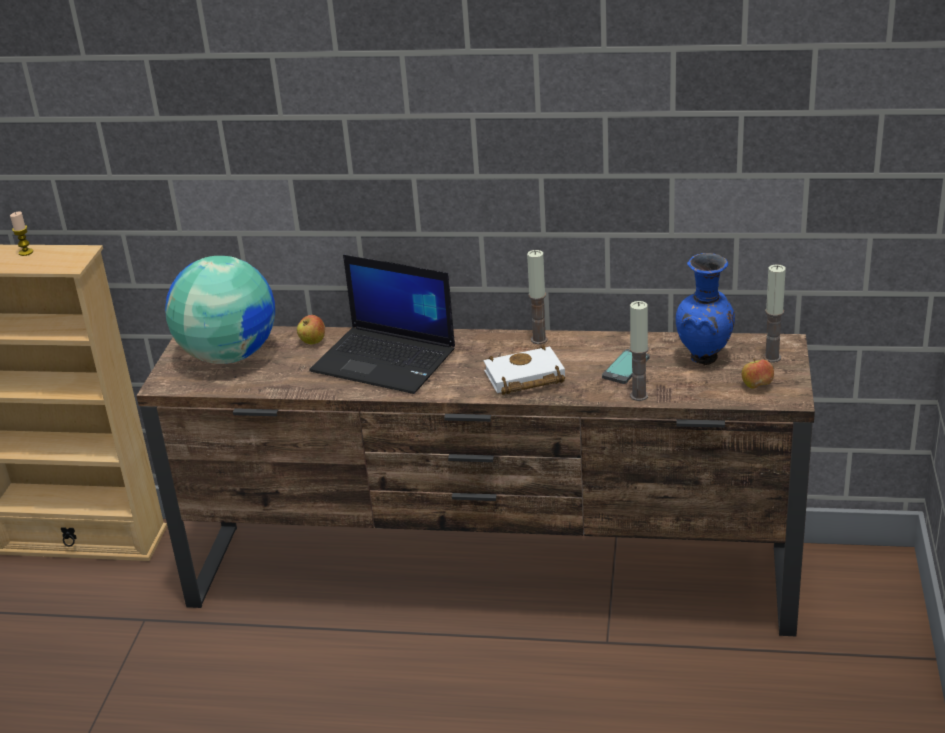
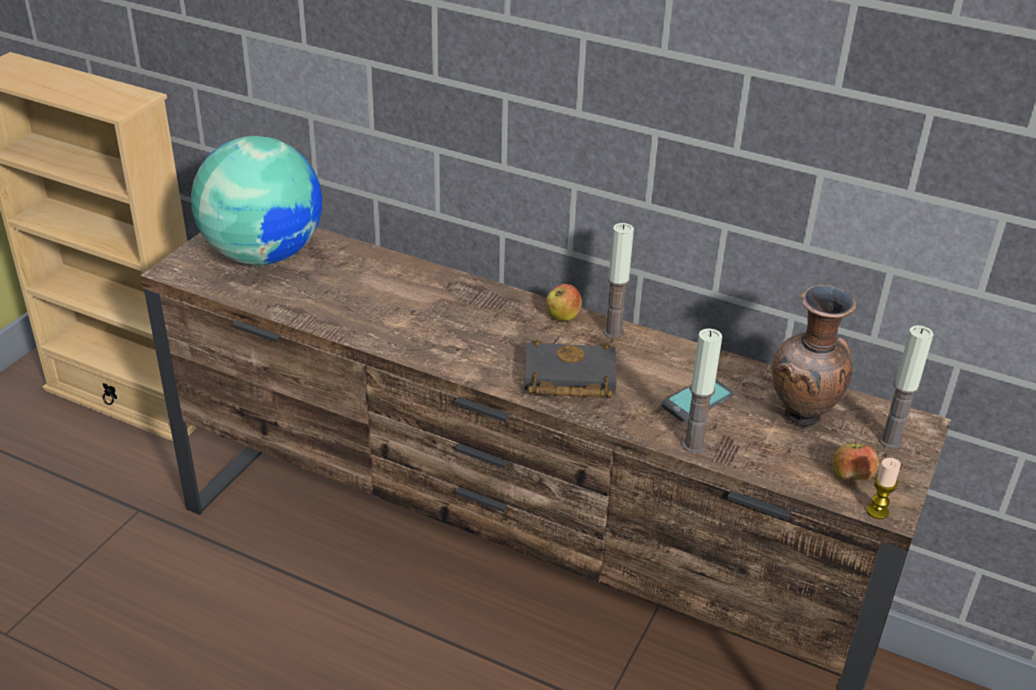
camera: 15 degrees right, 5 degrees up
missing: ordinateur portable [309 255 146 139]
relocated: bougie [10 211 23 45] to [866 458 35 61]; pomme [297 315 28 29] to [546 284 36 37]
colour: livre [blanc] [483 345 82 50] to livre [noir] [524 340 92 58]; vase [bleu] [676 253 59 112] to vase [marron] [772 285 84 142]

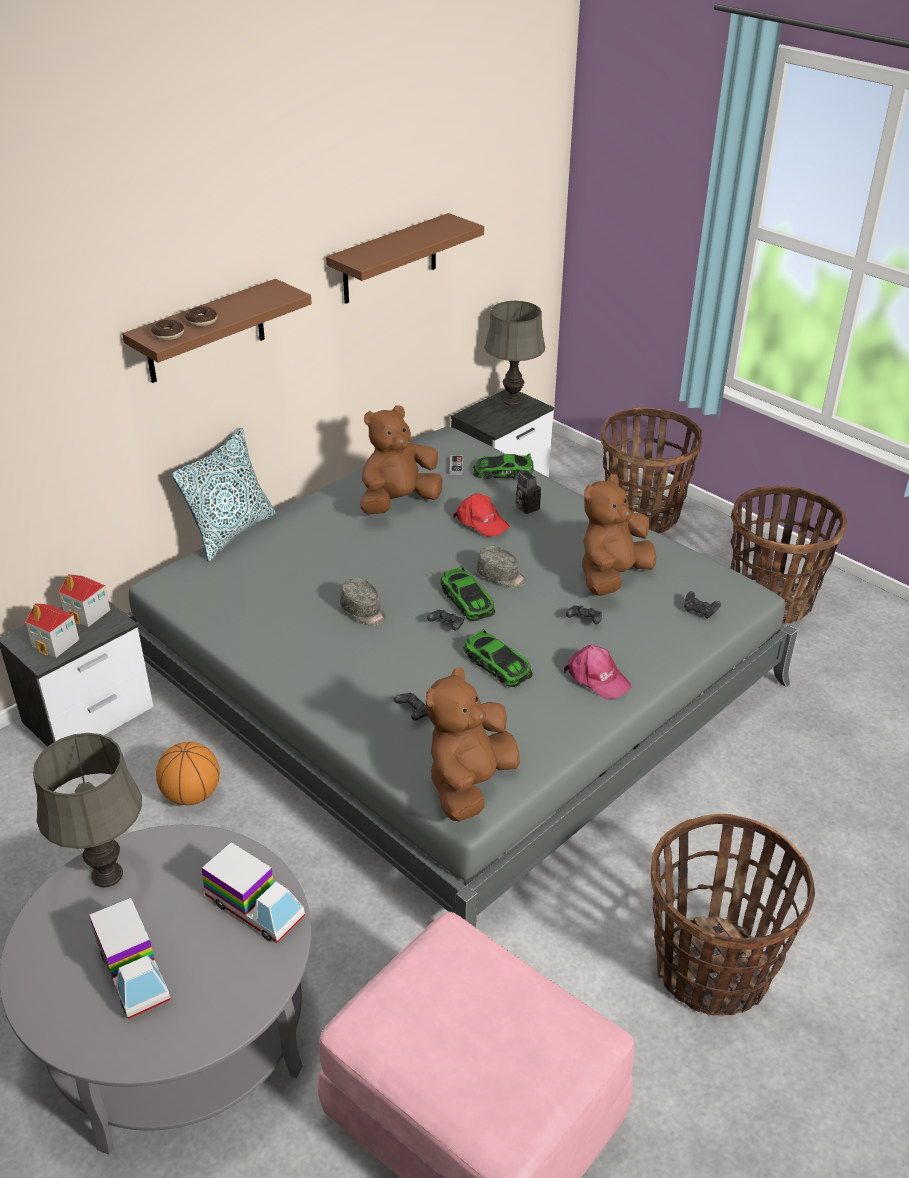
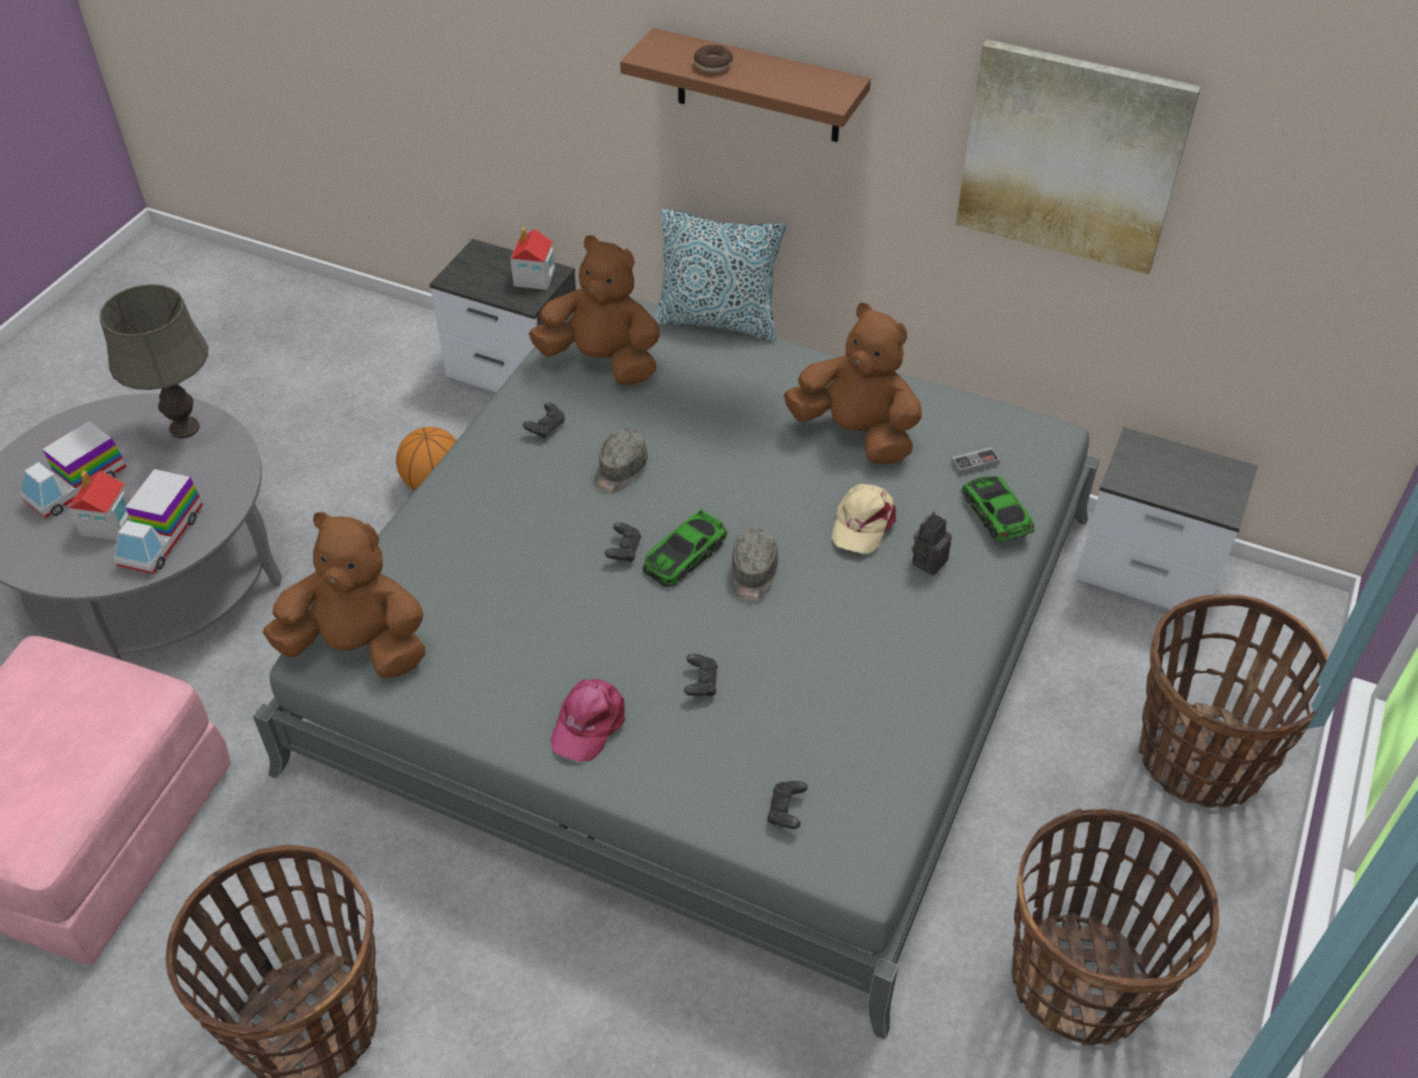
camera: 70 degrees right, 10 degrees up
missing: beignet [151 320 33 20]; petite voiture [464 630 69 57]; lampe de table [gris] [484 301 61 105]
relocated: maison miniature [25 603 54 55] to [68 470 63 71]; manette [noir] [394 693 34 28] to [523 402 42 37]; peluche [marron] [582 474 74 122] to [529 235 131 151]
exchanged: étagère [marron] [326 213 158 91] to tableau [956 39 245 235]
colour: casquette [rouge] [453 493 57 44] to casquette [beige] [832 484 64 69]

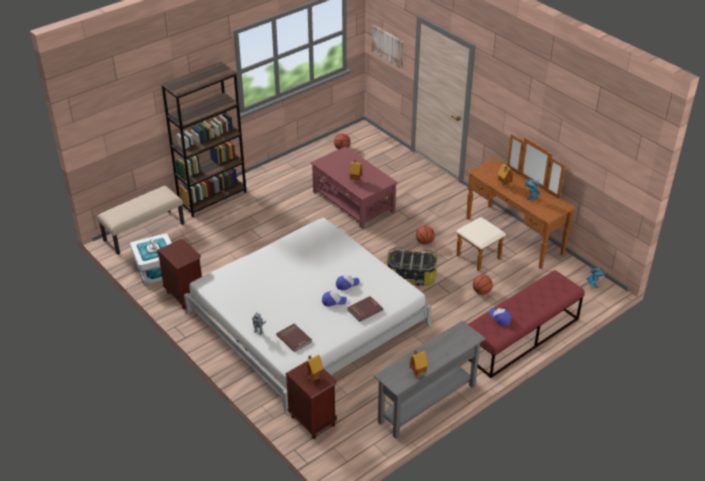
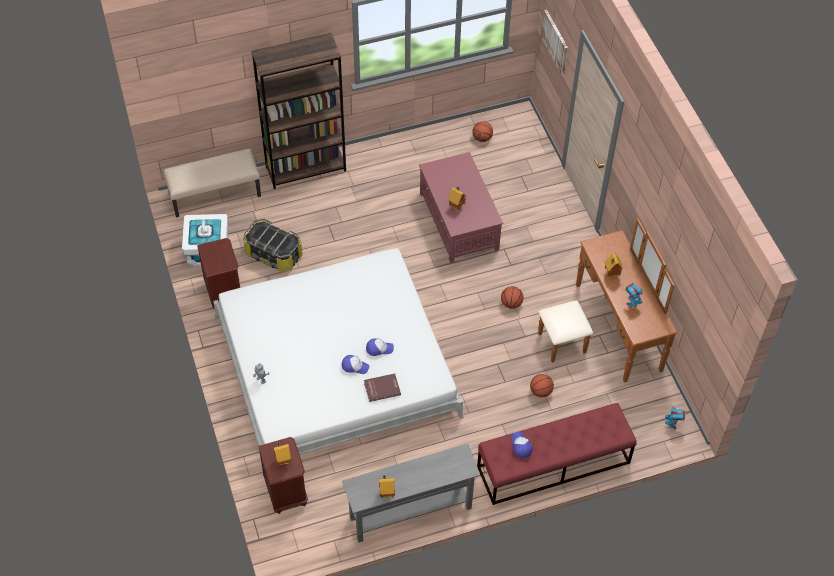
camera: 20 degrees right, 15 degrees up
missing: livre [rouge] [276 324 36 28]
relocated: boîte de rangement [386 247 51 39] to [243 219 60 53]

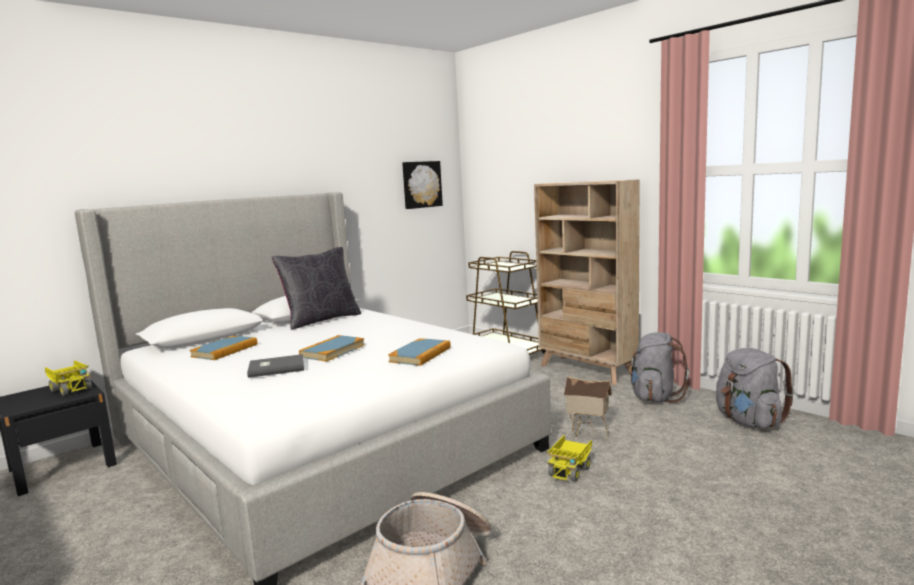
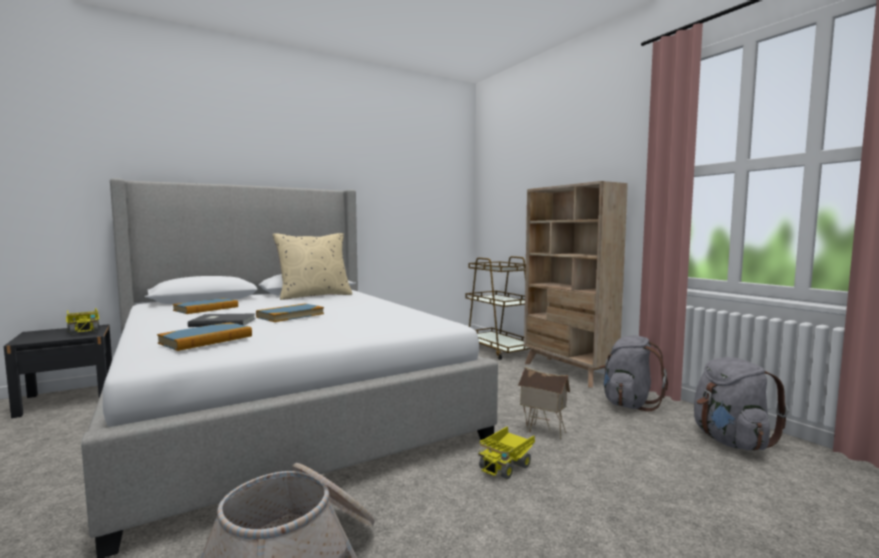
camera: 10 degrees right, 5 degrees down
missing: tableau [402 161 41 48]
relocated: livre [388 338 63 28] to [157 322 95 29]
colour: coussin [noir] [272 247 89 83] to coussin [beige] [273 233 79 67]

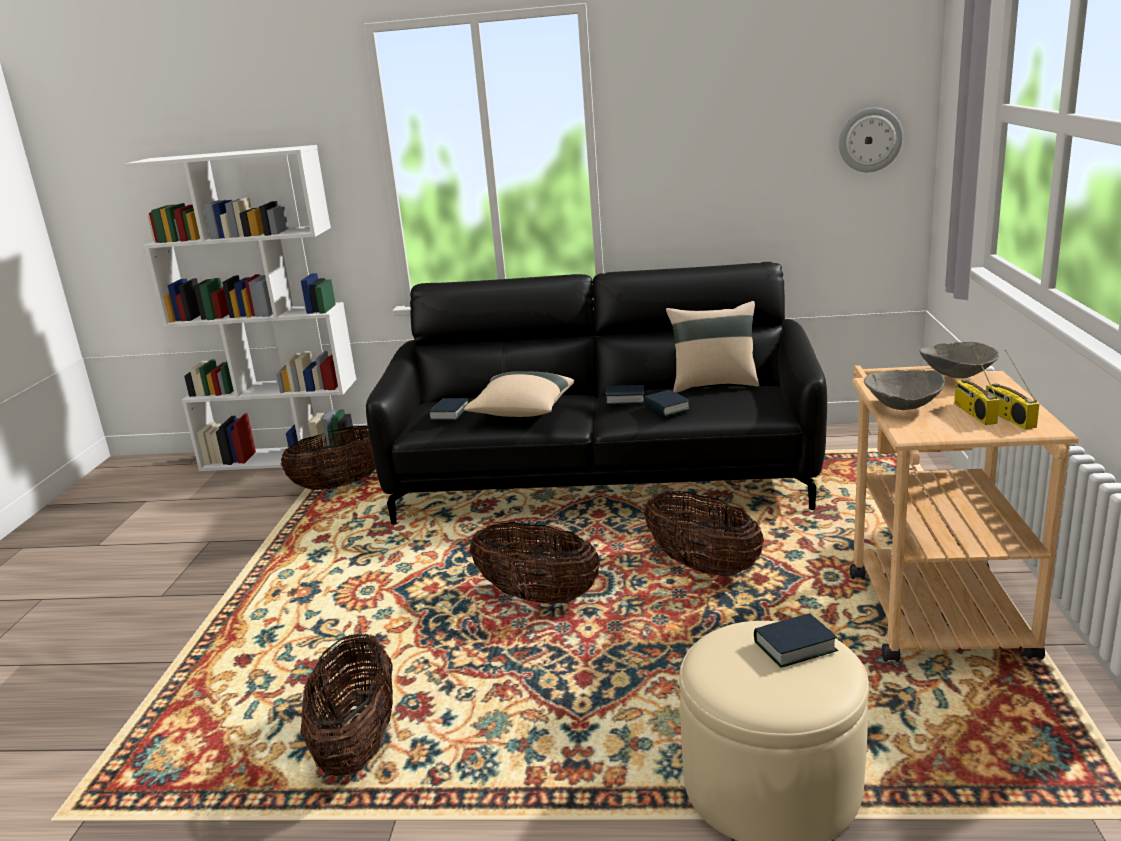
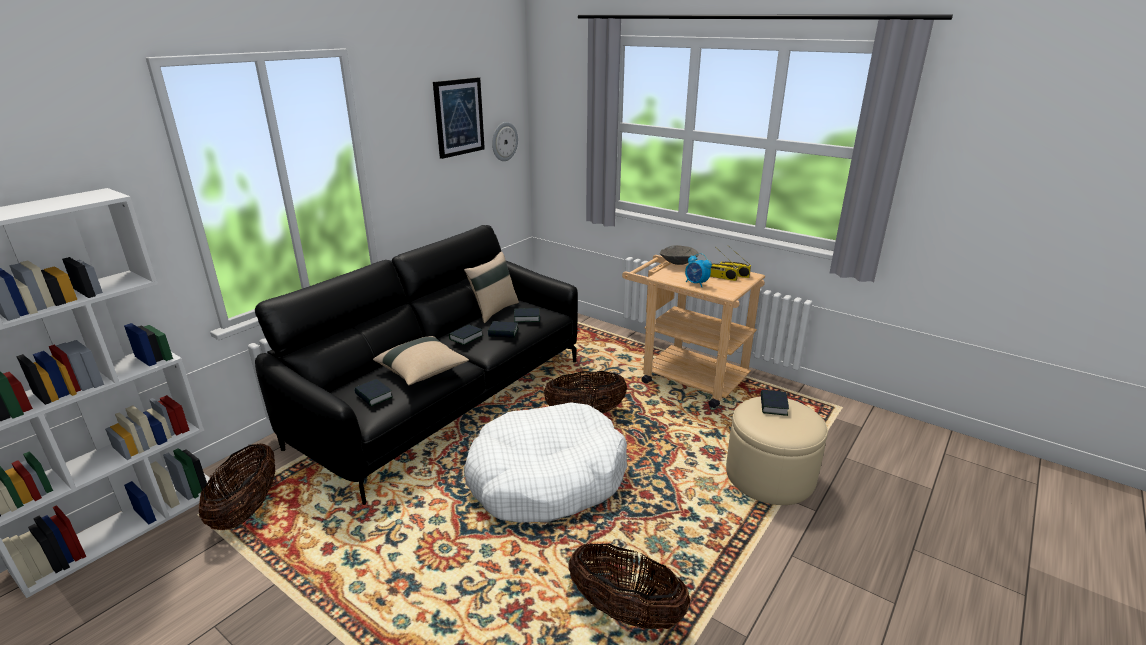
camera: 60 degrees left, 5 degrees up
appeared: tableau [433 77 52 82]; livre [514 308 26 14]
exchanged: panier [469 522 131 81] to panier pour chien [blanc] [464 402 163 121]; bol [gris] [864 370 81 40] to réveil [685 253 27 34]

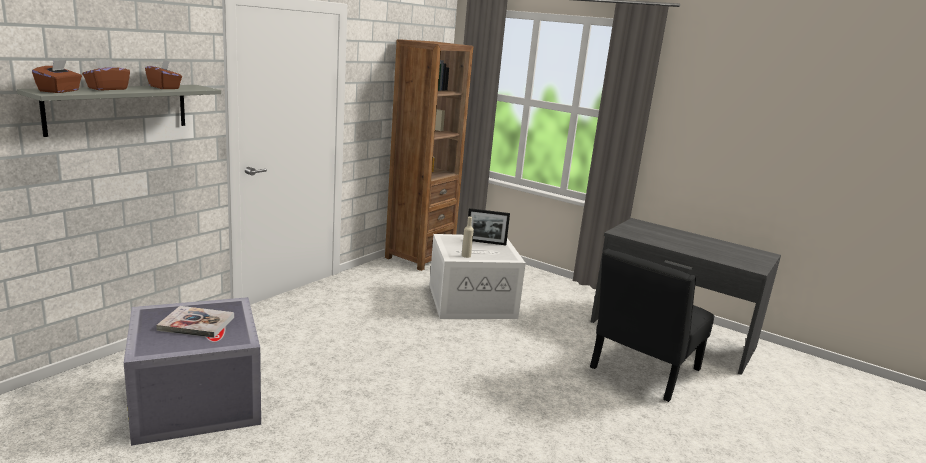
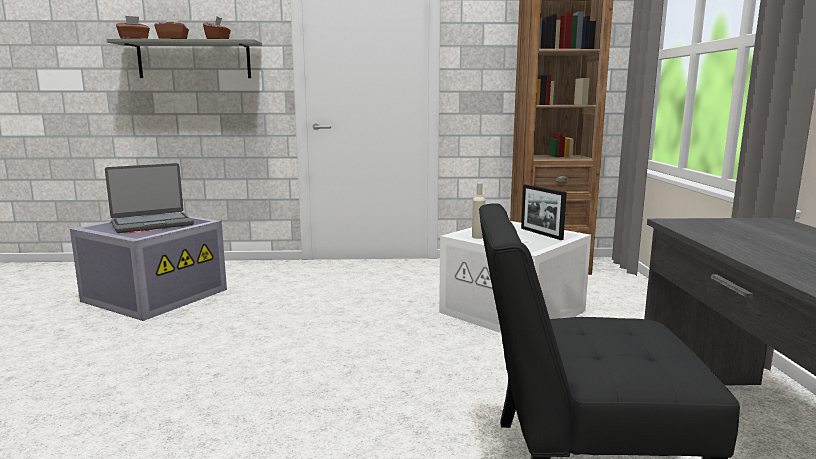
camera: 55 degrees right, 5 degrees down
exchanged: livre [156 306 78 32] to ordinateur portable [105 163 89 70]

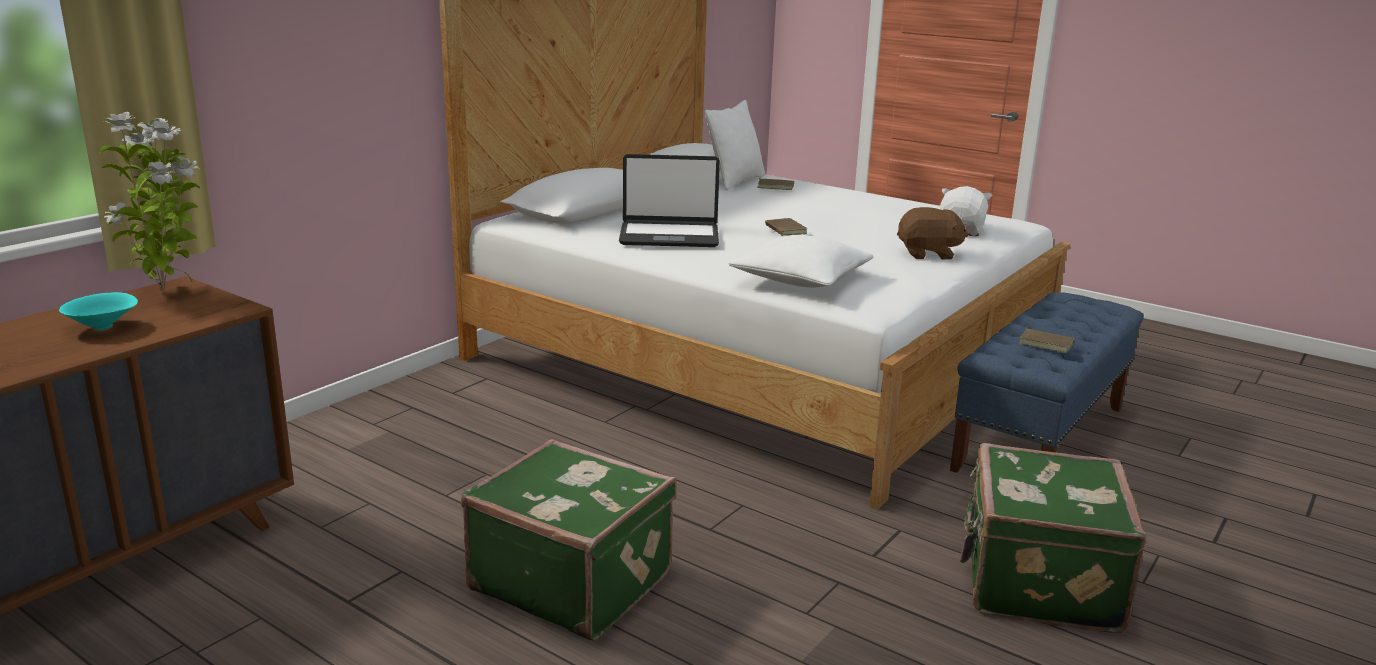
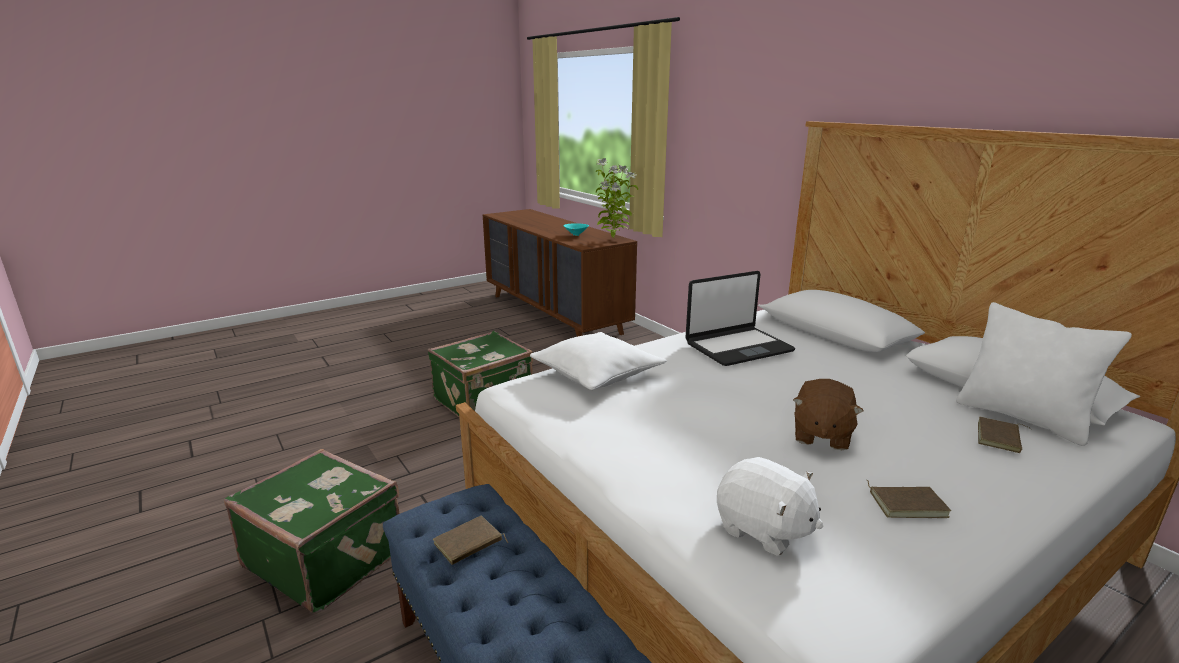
camera: 110 degrees right, 0 degrees up
relocated: livre [marron] [765 218 42 18] to [867 480 84 38]; peluche [marron] [897 207 71 53] to [793 379 70 71]
spun: ordinateur portable [619 154 101 93] = [686 271 109 95] 135 degrees counterclockwise

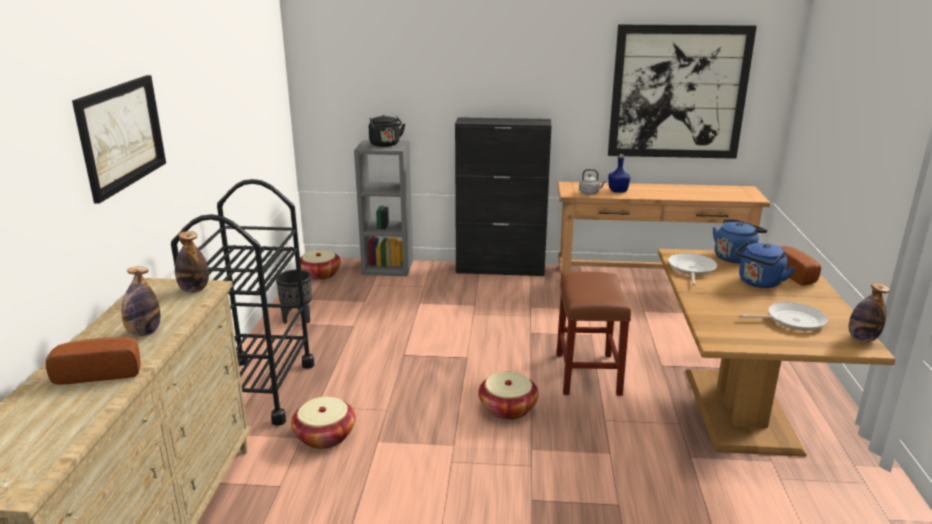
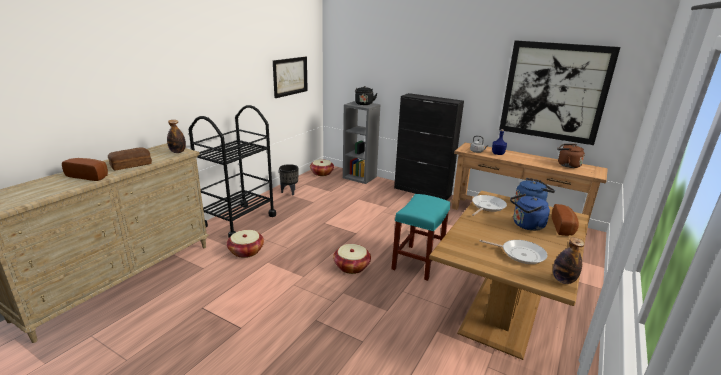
camera: 25 degrees right, 0 degrees up
appeared: bouilloire [marron] [557 144 28 24]
relocated: tableau [72 75 94 129] to [273 57 35 41]
exchanged: bouteille [122 267 39 69] to pain [108 147 44 23]
colour: tabouret [marron] [556 272 75 124] to tabouret [turquoise] [391 194 59 87]

